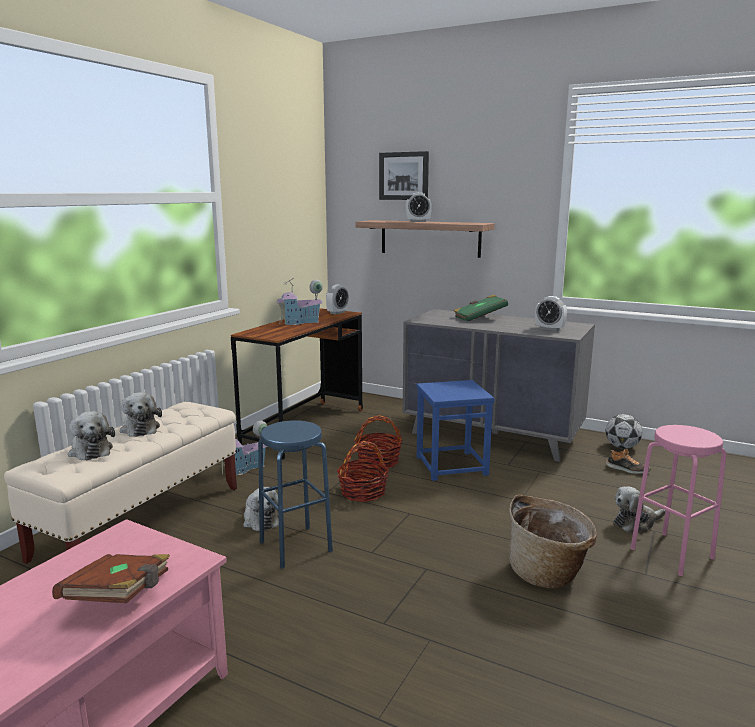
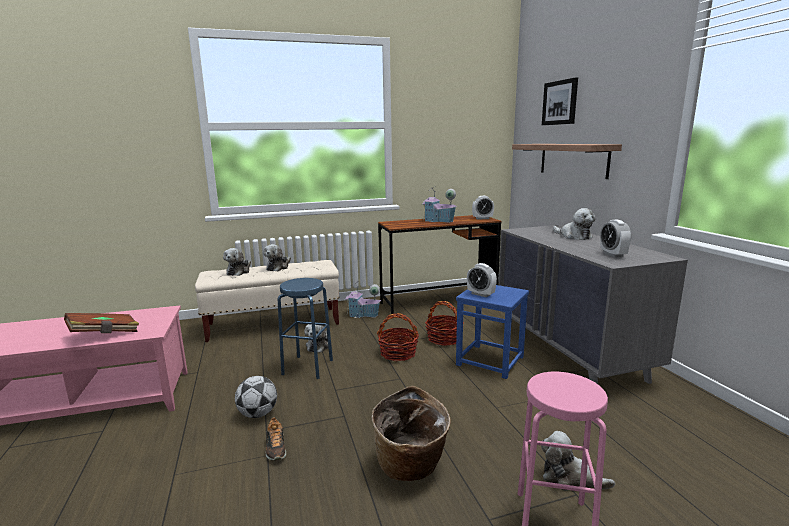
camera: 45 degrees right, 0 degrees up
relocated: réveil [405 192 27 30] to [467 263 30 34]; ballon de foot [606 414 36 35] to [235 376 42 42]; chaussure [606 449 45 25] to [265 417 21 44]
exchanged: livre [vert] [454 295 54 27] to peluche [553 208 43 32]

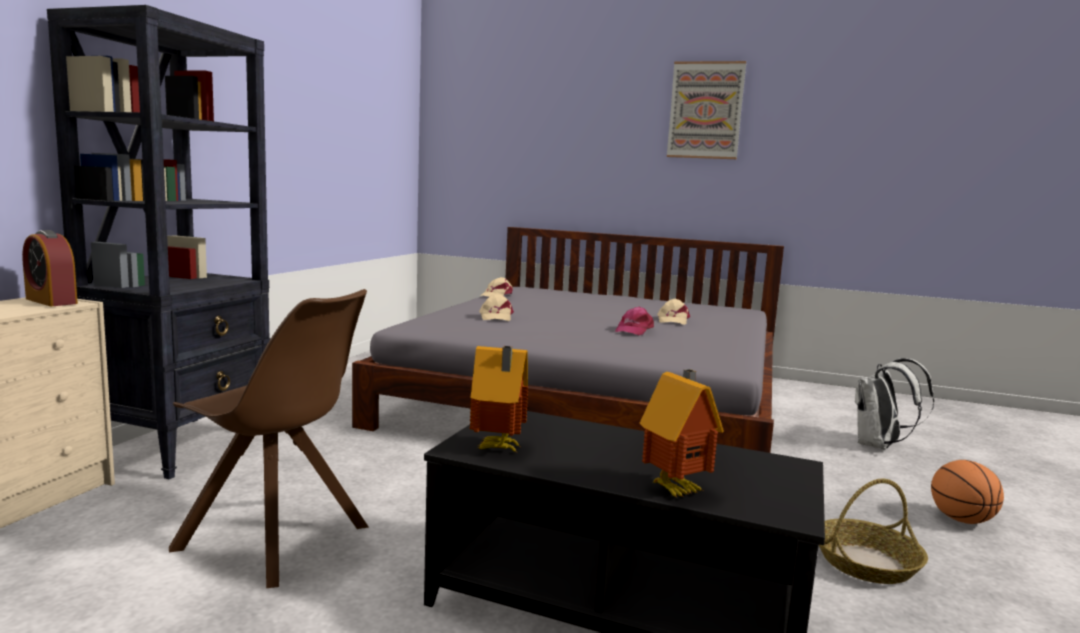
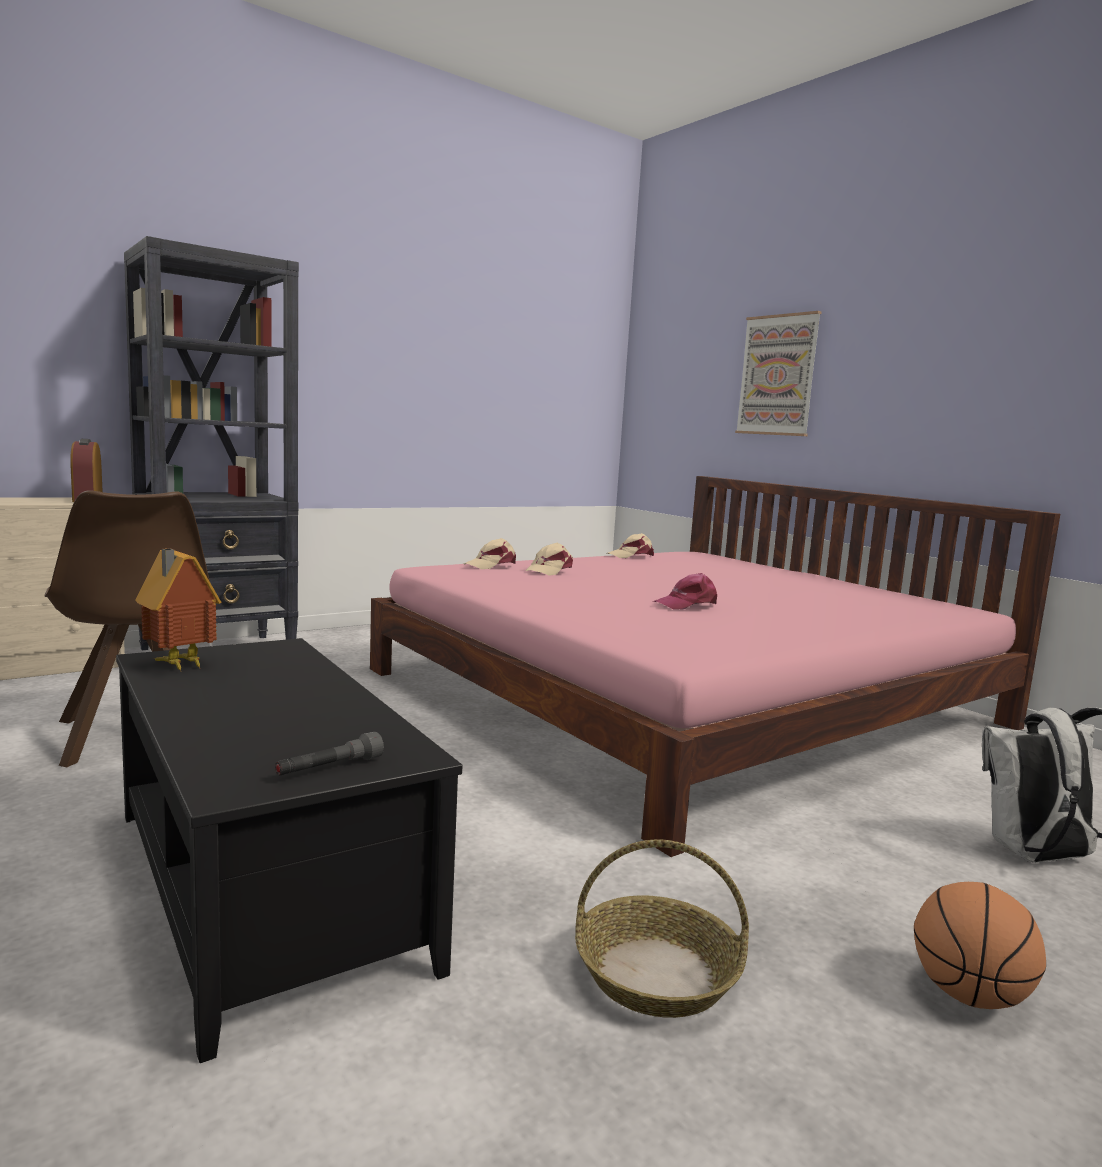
camera: 35 degrees right, 0 degrees up
missing: maison miniature [639 369 85 128]
appeared: lampe de poche [gris] [275 732 109 44]
relocated: casquette [beige] [657 299 33 26] to [464 538 52 31]; tableau [667 61 79 98] to [735 311 87 125]
colour: lit [gris] [352 227 432 226] to lit [rose] [370 476 690 381]

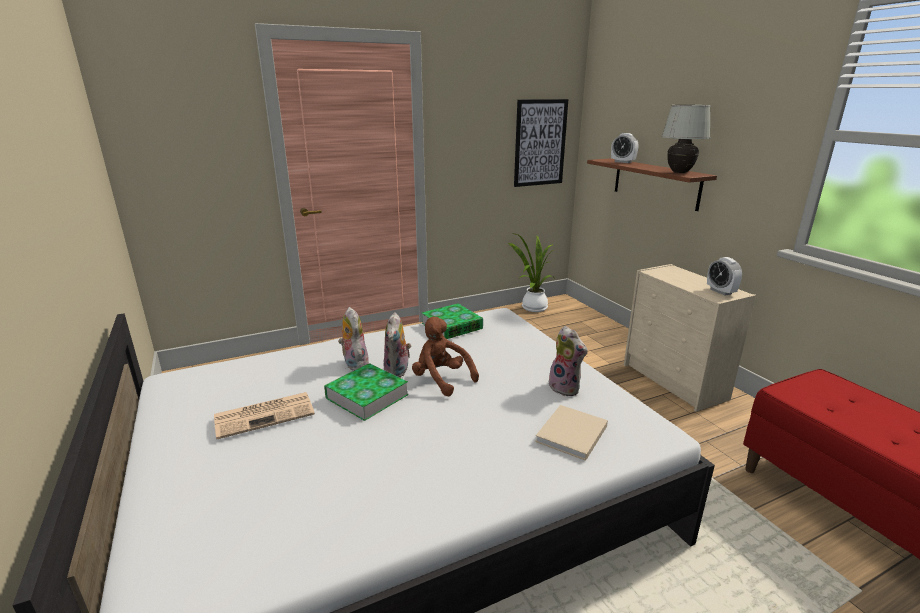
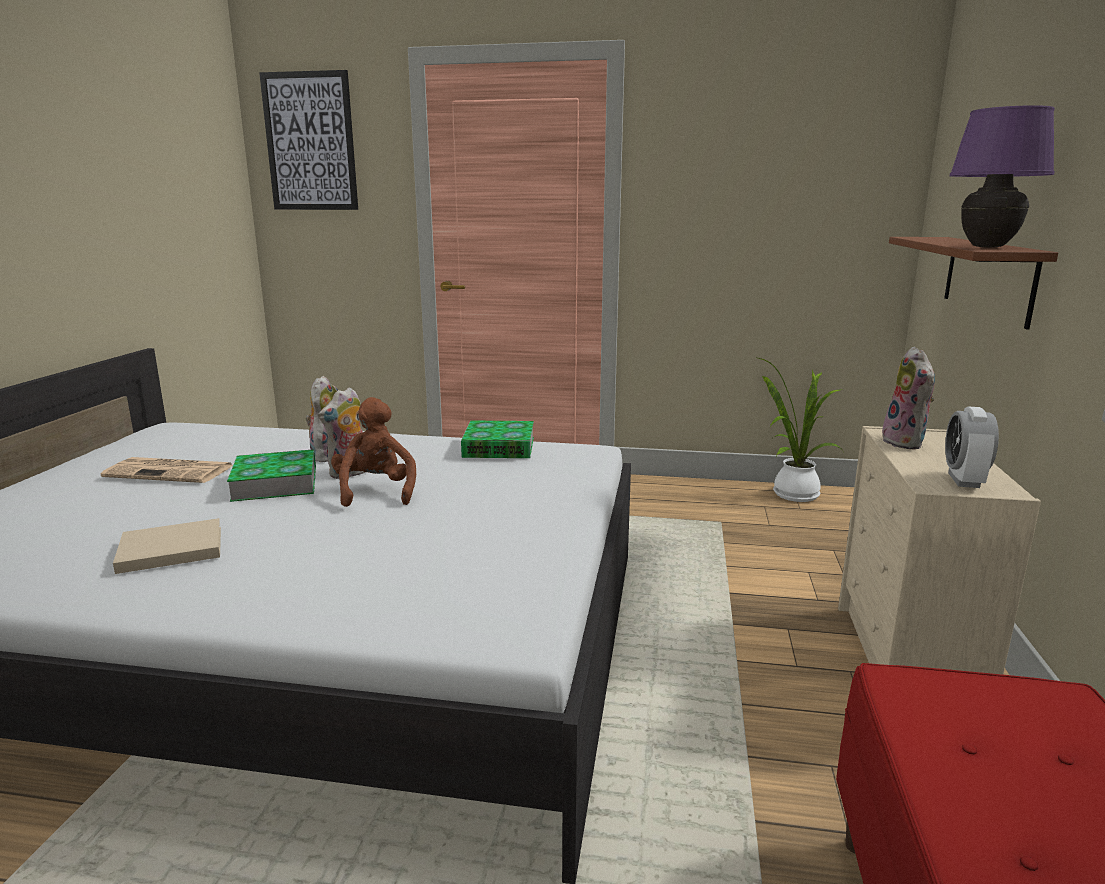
camera: 35 degrees right, 5 degrees down
missing: réveil [611 133 27 30]
relocated: tableau [514 99 54 88] to [259 70 99 140]; livre [beige] [535 405 73 56] to [113 518 108 56]; peluche [547 326 40 70] to [882 346 53 103]
colour: lampe de table [blanc] [662 105 49 68] to lampe de table [violet] [949 105 106 143]

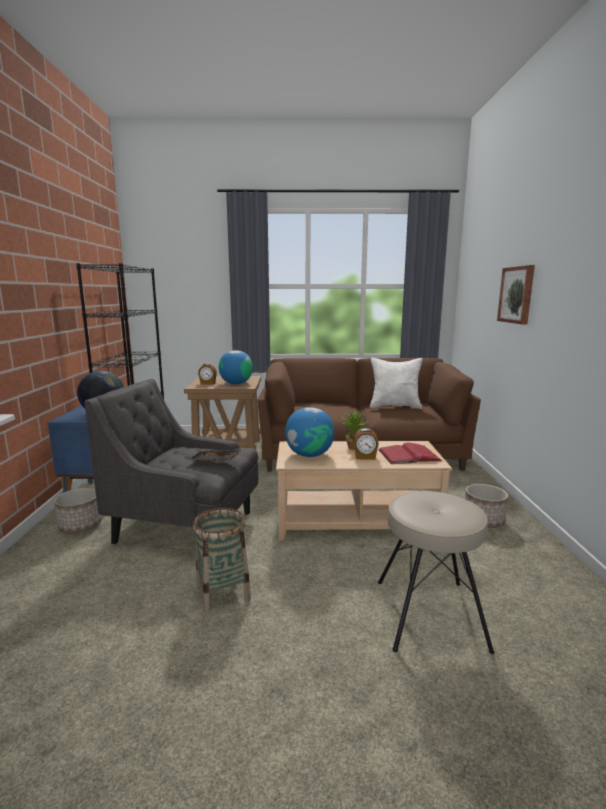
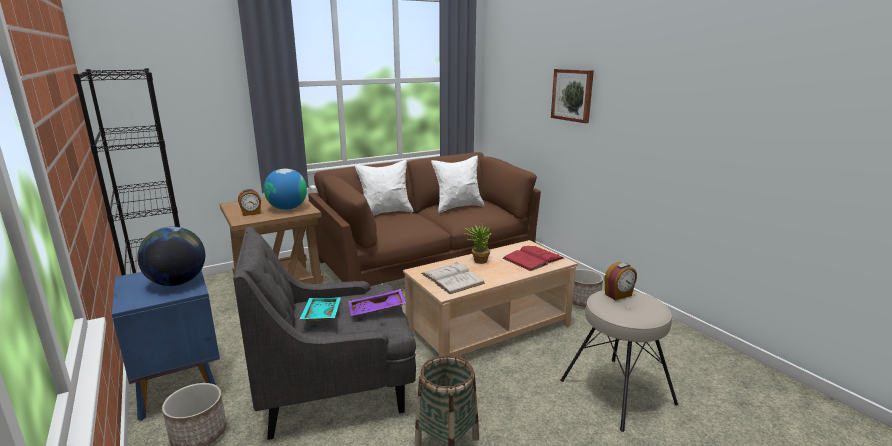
camera: 30 degrees left, 5 degrees up
appeared: plateau [turquoise] [300 297 41 24]; coussin [blanc] [355 160 59 56]
relocated: réveil [353 428 26 32] to [604 262 33 39]
exchanged: globe [285 407 49 50] to livre [blanc] [421 262 64 32]
colour: plateau [noir] [189 449 54 13] to plateau [violet] [349 289 57 27]

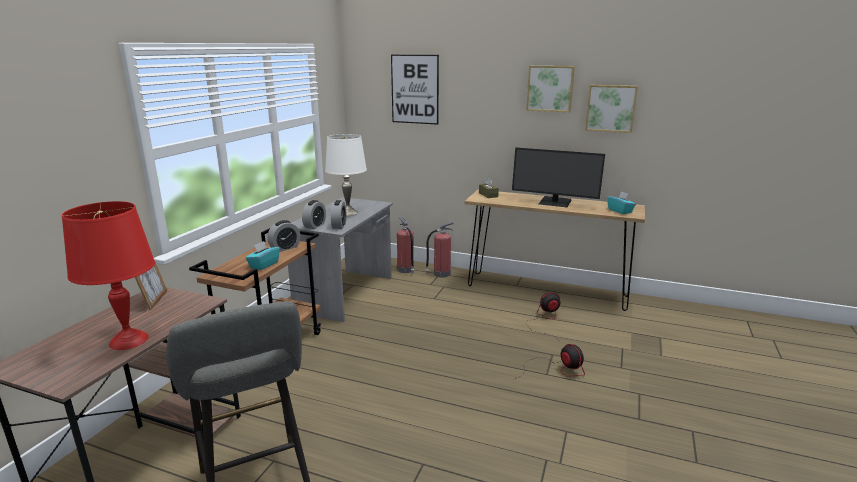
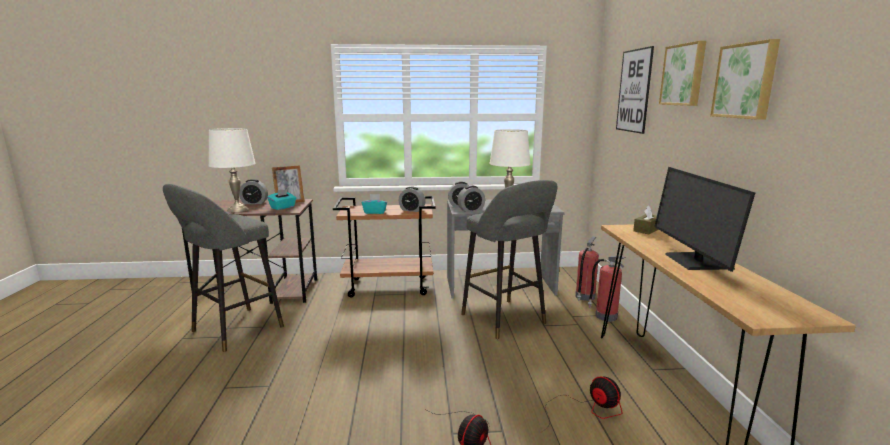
camera: 65 degrees right, 5 degrees down
appeared: réveil [239 179 29 25]; tabouret [gris] [461 180 96 159]
relocated: tableau [585 85 53 48] to [659 41 47 65]; boîte à mouchoirs [turquoise] [607 191 29 23] to [267 189 29 21]
colour: lampe de table [rouge] [62 201 93 149] to lampe de table [blanc] [208 128 48 84]

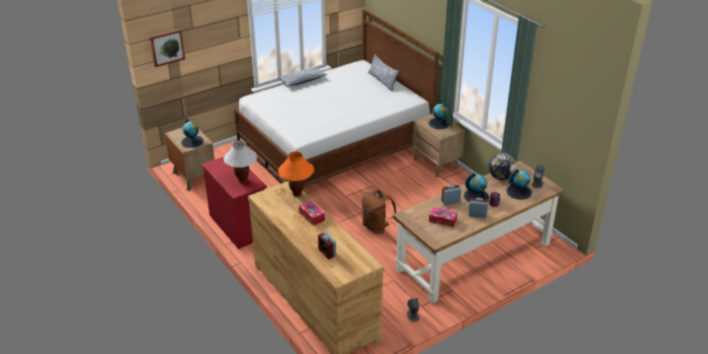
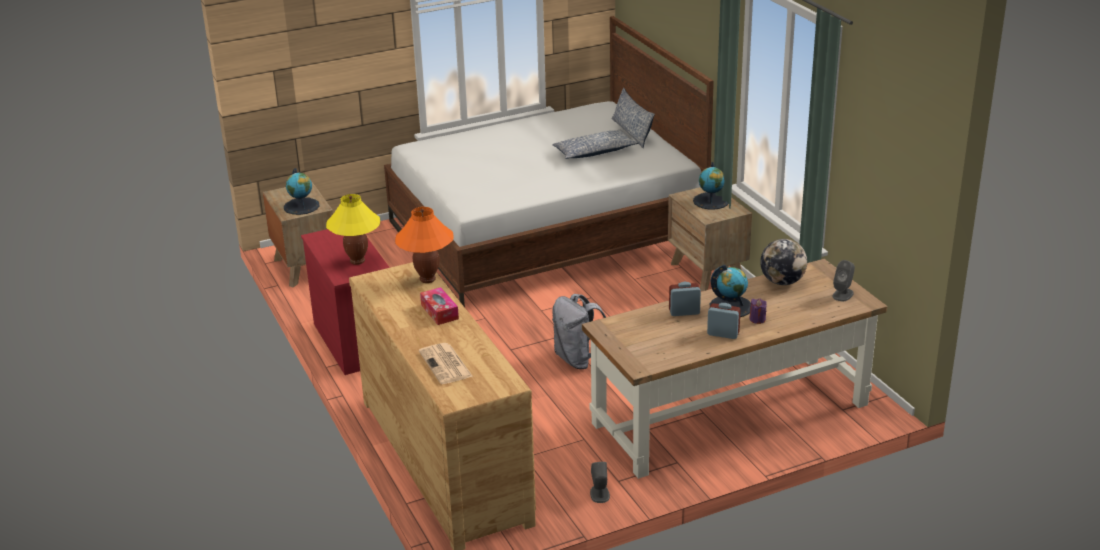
camera: 10 degrees right, 5 degrees down
missing: tableau [150 29 35 38]; boîte à mouchoirs [429 208 28 19]; globe [507 169 25 31]
relocated: coussin [278 66 49 21] to [552 130 86 29]
exchanged: réveil [318 232 18 27] to journal [419 343 54 41]
colour: lampe de table [blanc] [224 140 33 43] to lampe de table [jaune] [326 194 54 71]; sac à dos [marron] [362 190 34 44] to sac à dos [gris] [552 294 54 75]

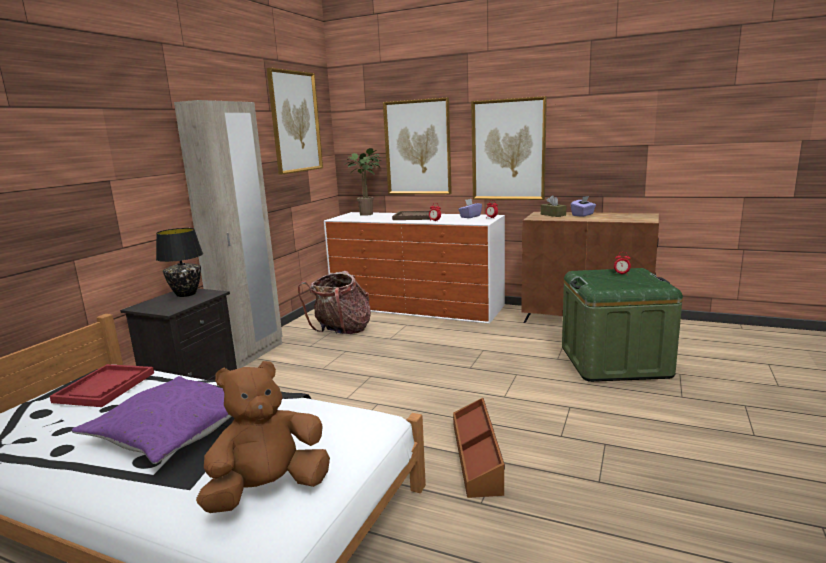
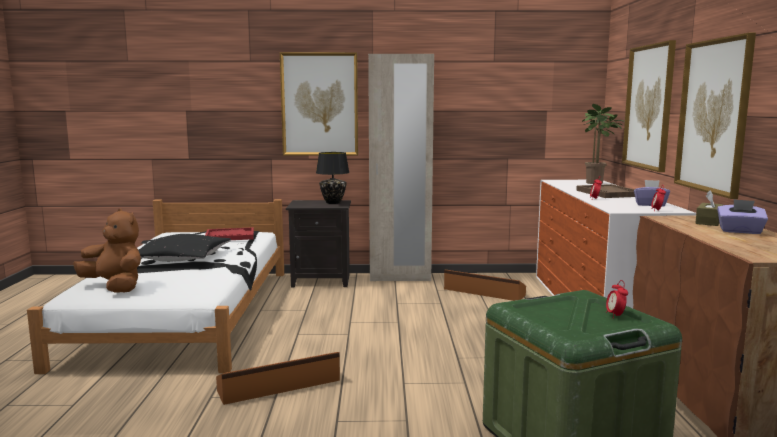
camera: 65 degrees right, 5 degrees down
relocated: tableau [267 68 56 106] to [280 52 78 104]
exchanged: sac à dos [298 271 73 63] to boîte de rangement [marron] [444 270 82 31]
colour: coussin [violet] [72 376 160 88] to coussin [noir] [138 234 93 28]

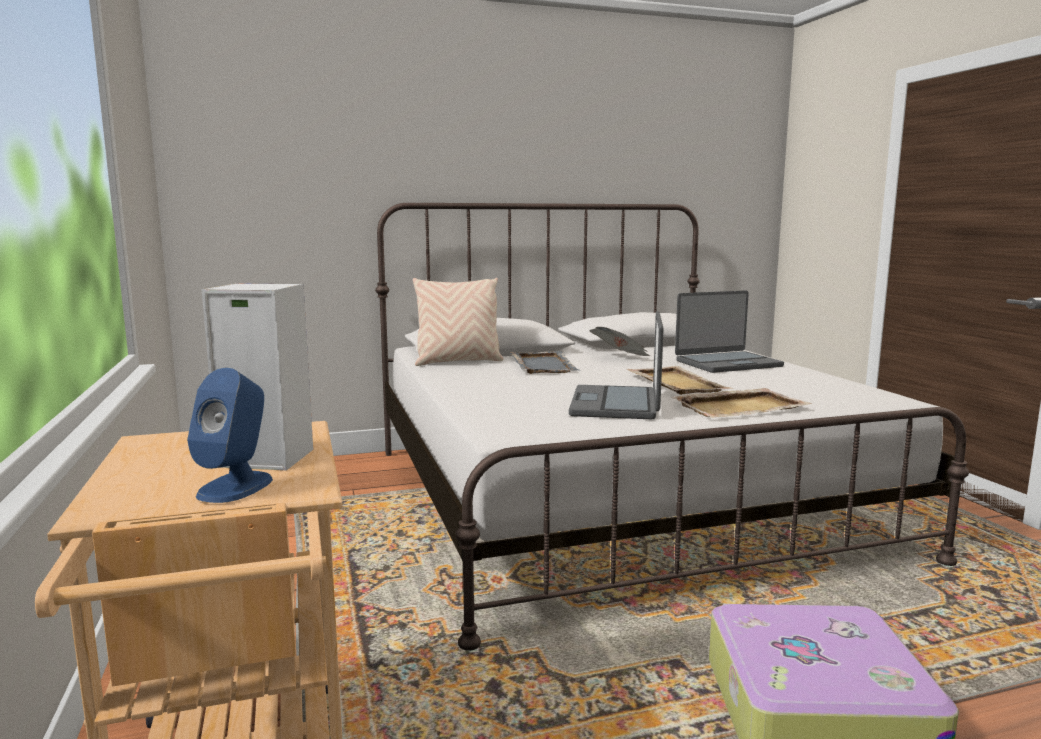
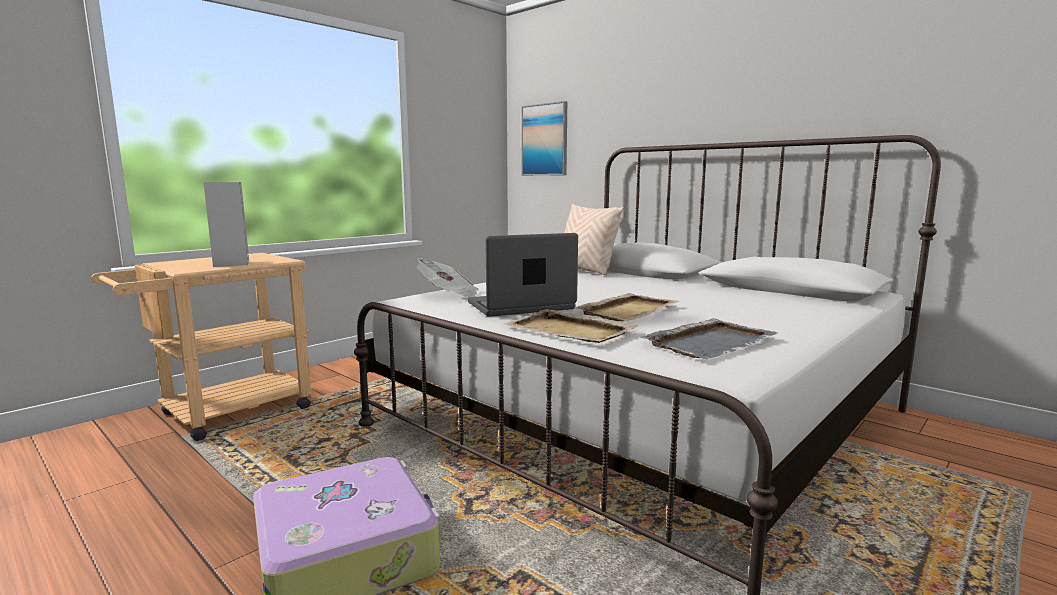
camera: 60 degrees right, 0 degrees up
missing: enceinte [bleu] [187 368 86 135]; ordinateur portable [675 291 109 82]
appeared: tableau [521 101 46 75]
relocated: plateau [gris] [509 351 70 23] to [640 318 137 41]; journal [589 327 61 29] to [417 258 62 40]

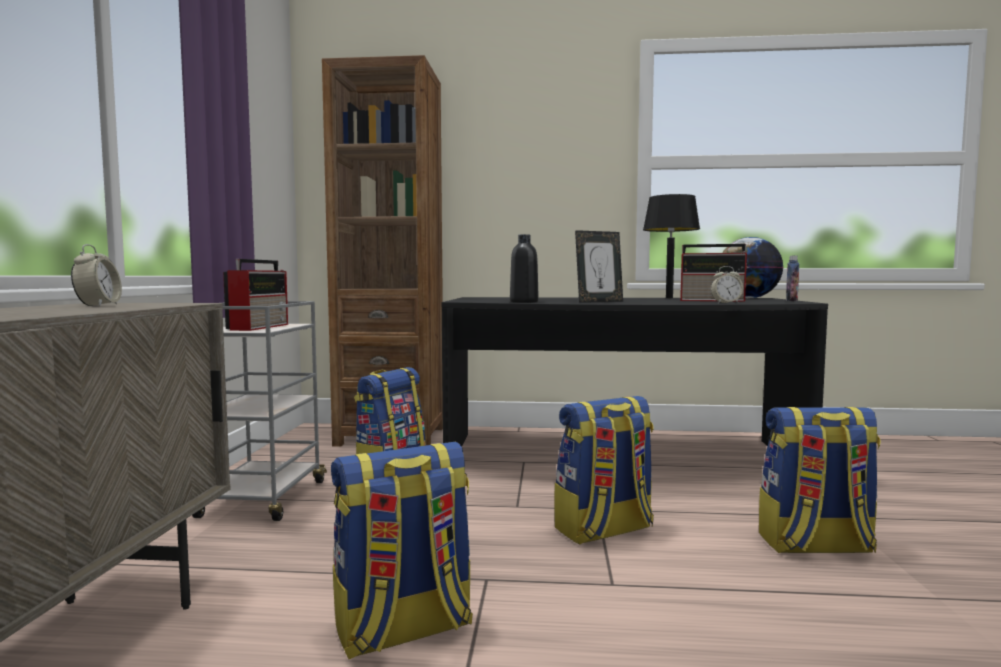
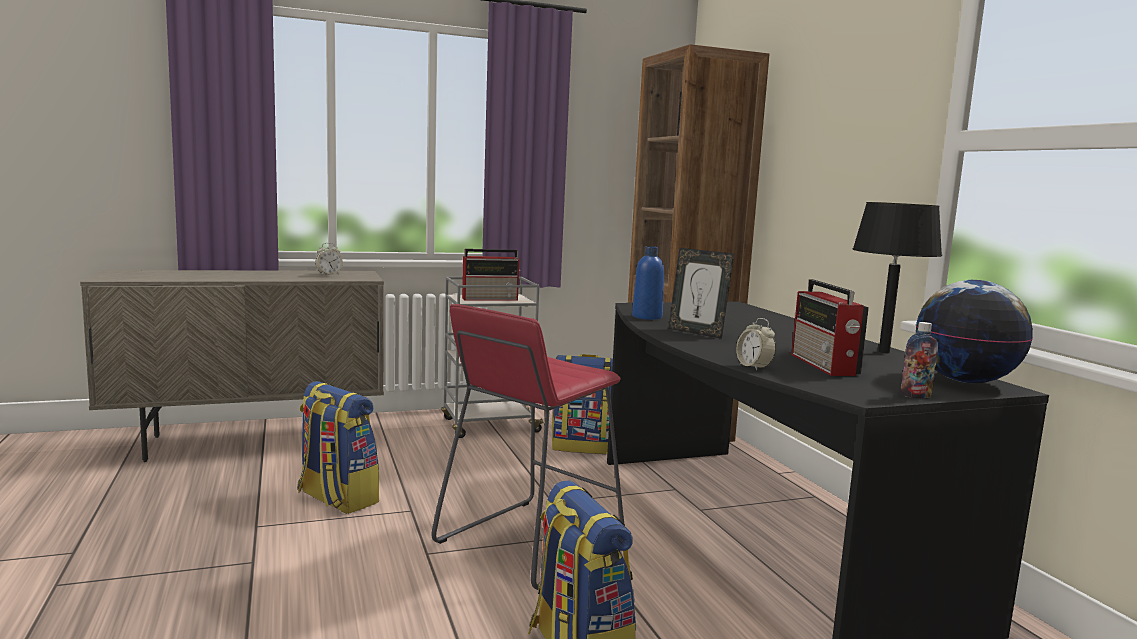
camera: 65 degrees right, 5 degrees up
exchanged: sac à dos [554 396 100 149] to tabouret [rouge] [431 304 193 286]
colour: bouteille [noir] [510 234 29 69] to bouteille [bleu] [632 246 32 74]

